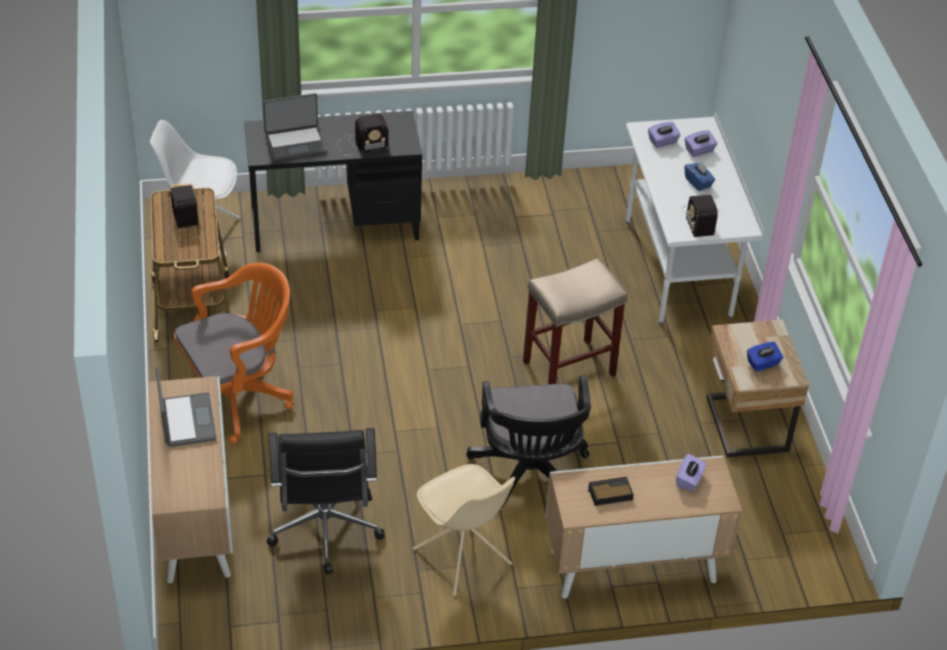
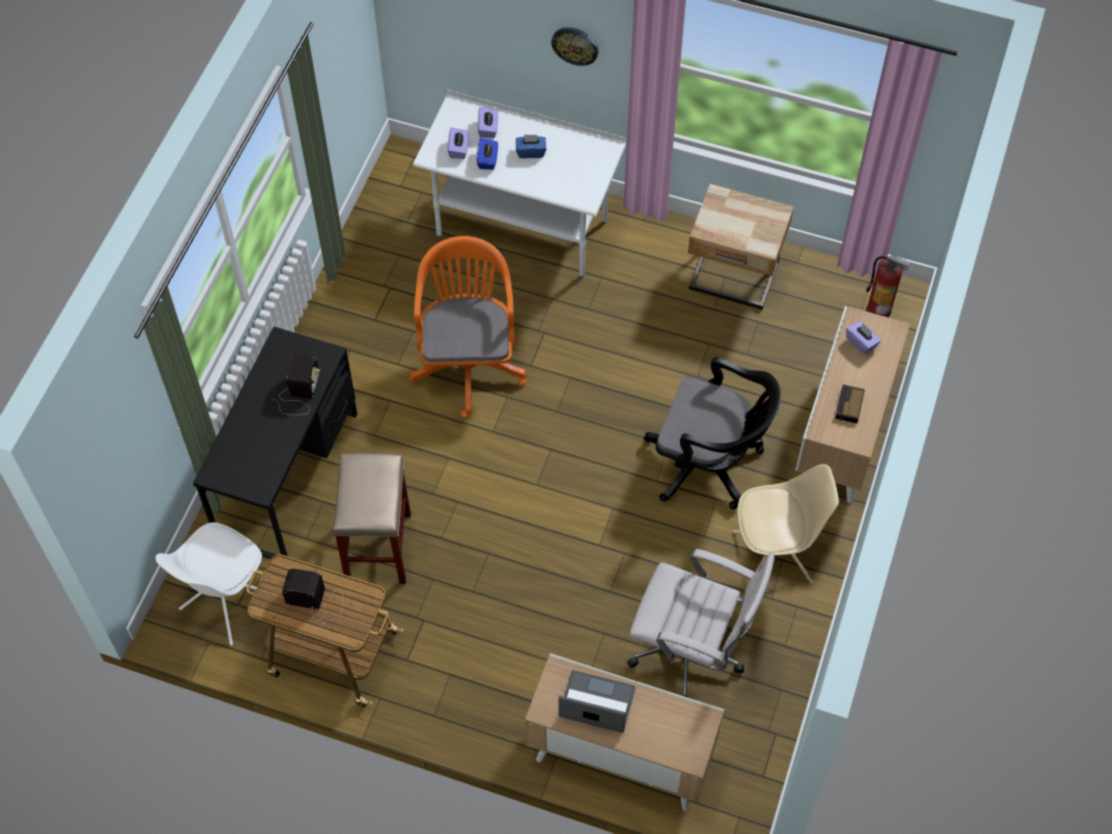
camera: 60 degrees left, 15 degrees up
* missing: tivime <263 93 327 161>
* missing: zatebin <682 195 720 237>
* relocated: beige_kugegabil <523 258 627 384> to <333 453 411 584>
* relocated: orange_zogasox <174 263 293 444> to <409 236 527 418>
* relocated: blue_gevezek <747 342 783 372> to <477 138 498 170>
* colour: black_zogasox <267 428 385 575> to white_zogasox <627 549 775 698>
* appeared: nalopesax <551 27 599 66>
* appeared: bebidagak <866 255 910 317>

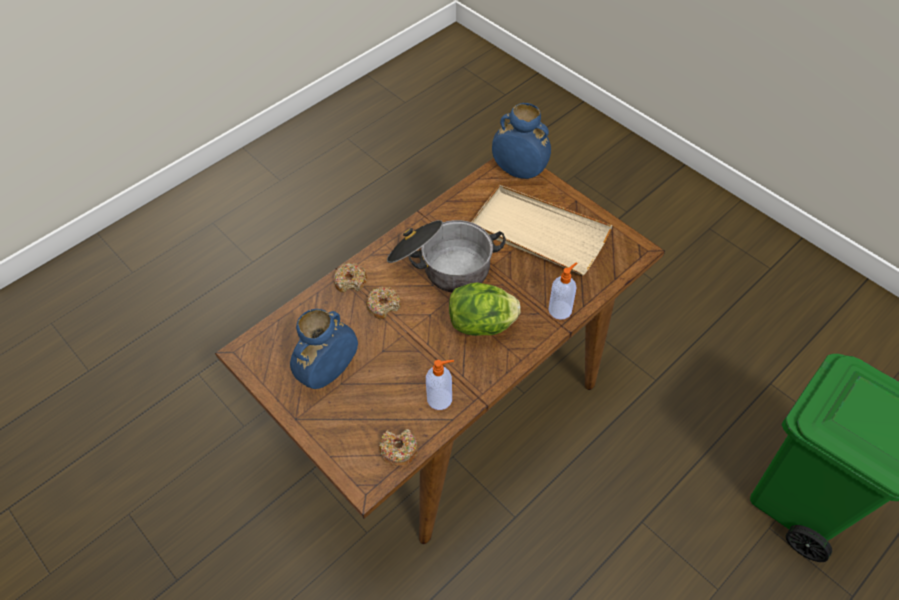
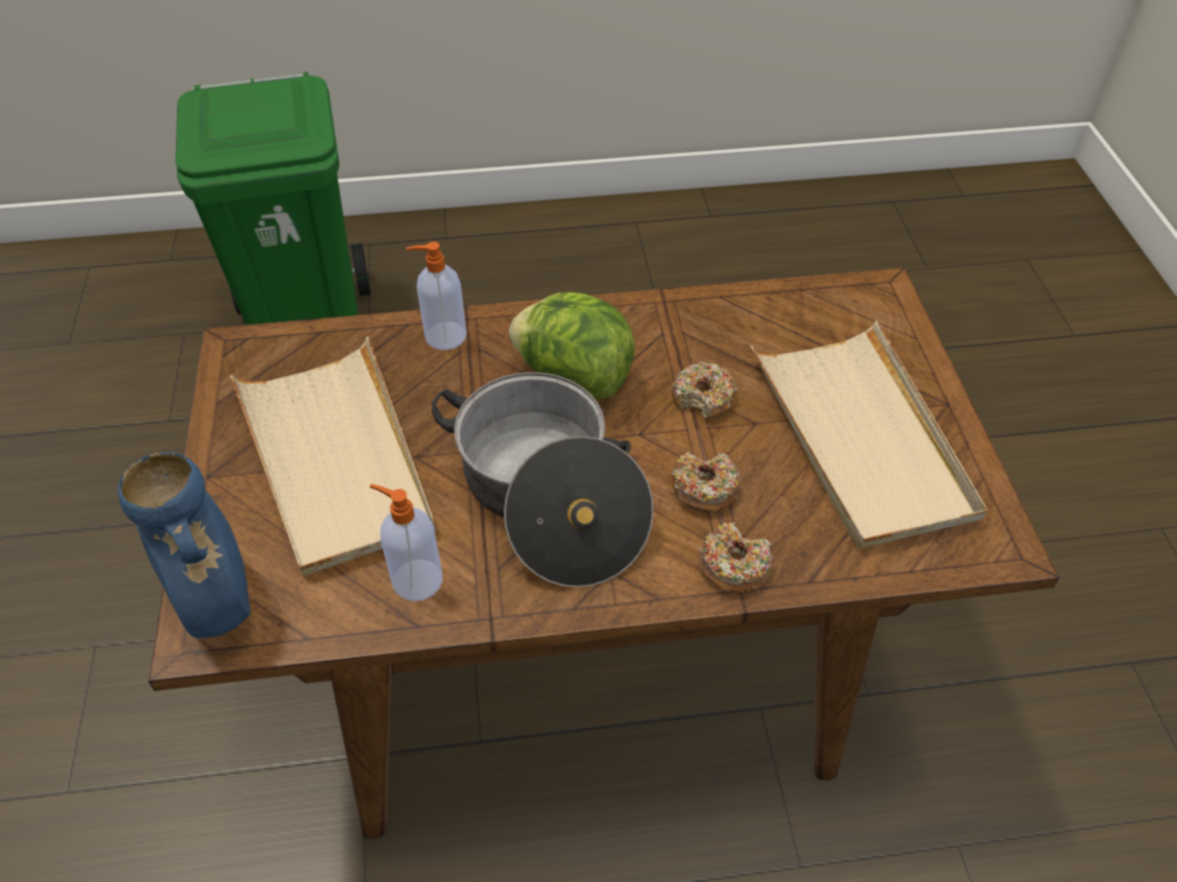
camera: 145 degrees left, 5 degrees down
* exchanged: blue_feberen <290 309 358 389> to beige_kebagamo <751 321 987 549>
* relocated: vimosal <426 360 454 410> to <370 484 443 601>
* relocated: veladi <379 429 418 466> to <672 362 738 419>

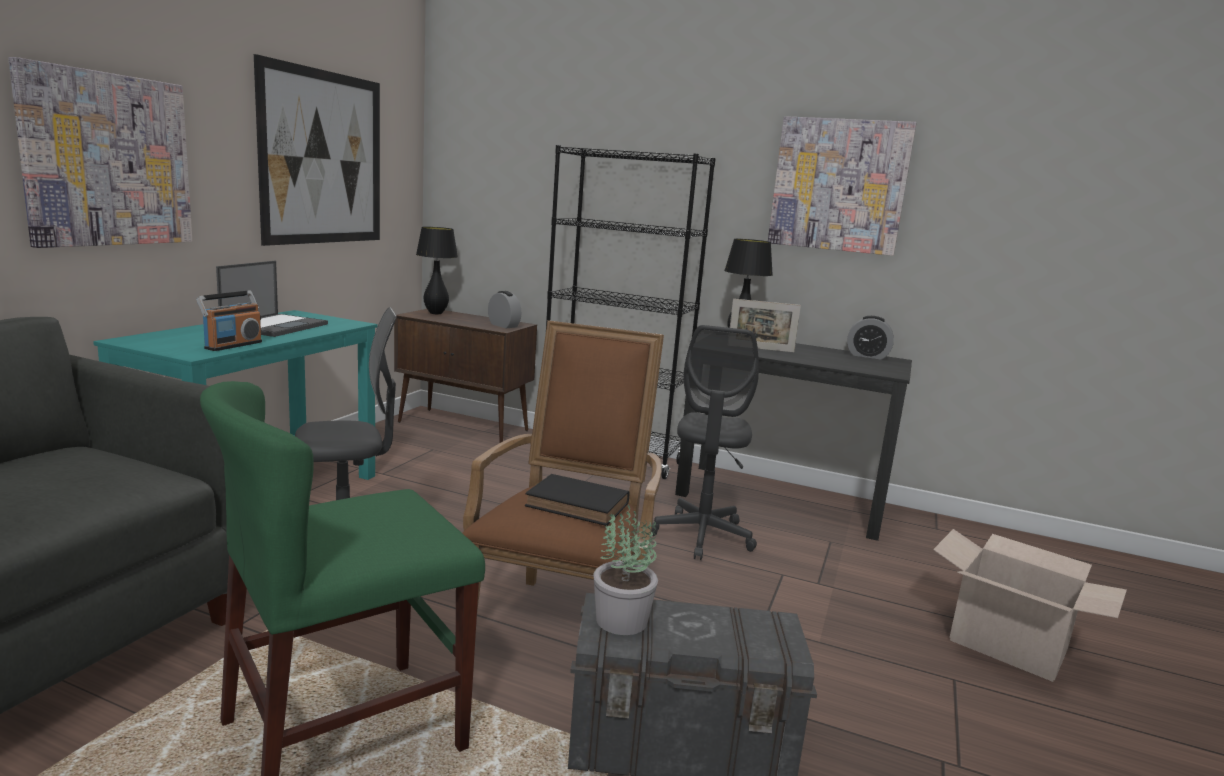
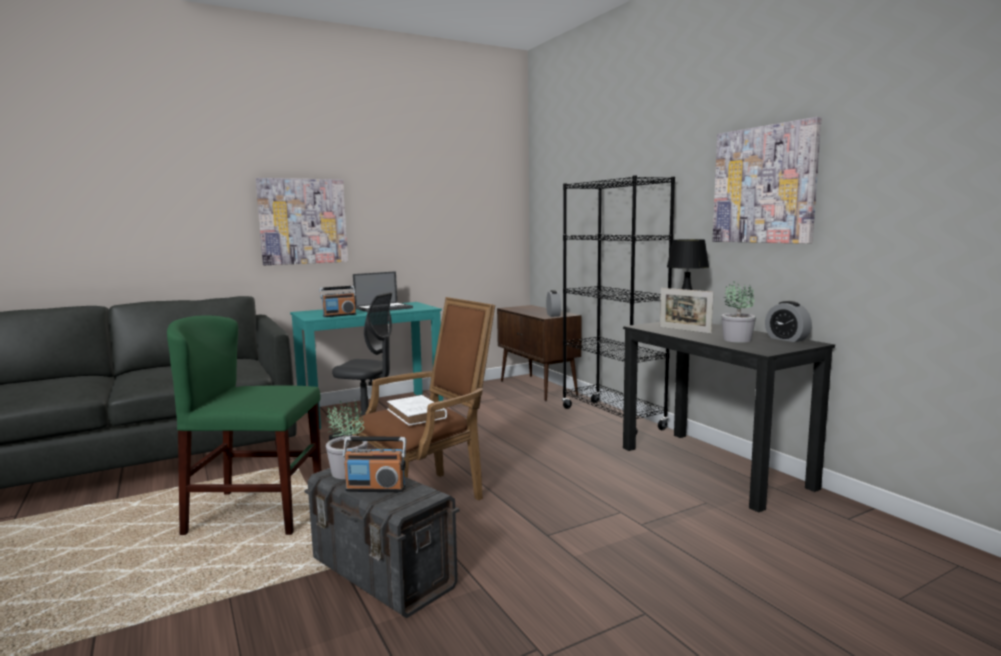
camera: 40 degrees right, 5 degrees down
* missing: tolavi <254 54 380 246>
* missing: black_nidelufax <416 227 458 314>
* missing: grey_zogasox <652 325 759 560>
* colour: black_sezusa <525 474 629 526> to white_sezusa <387 395 447 426>
* missing: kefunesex <933 529 1127 682>
* appeared: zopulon <721 281 756 343>
* appeared: zatebin <343 436 406 492>

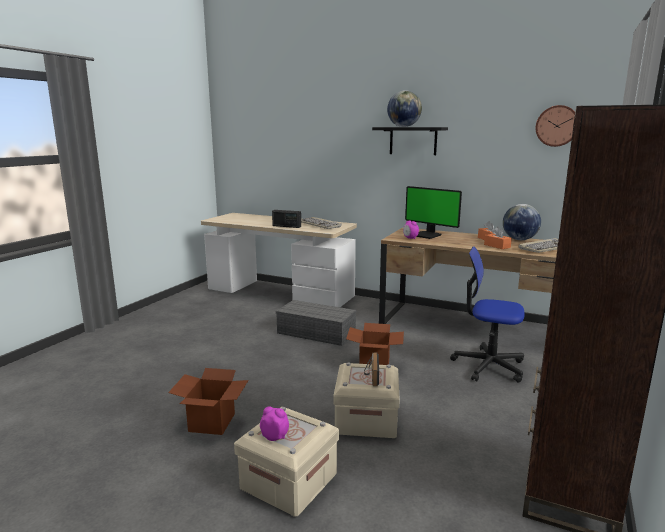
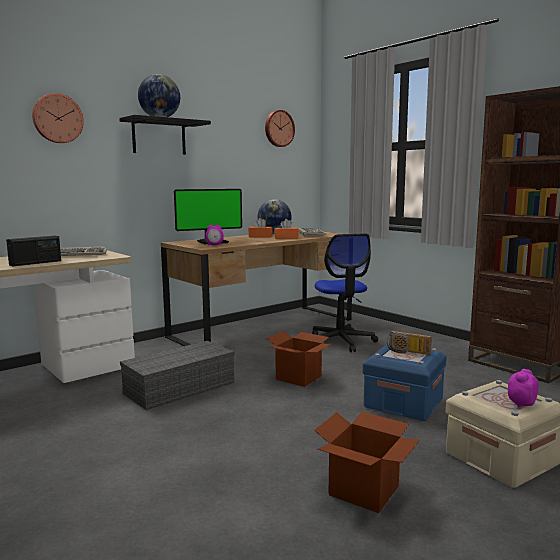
camera: 65 degrees left, 5 degrees down
* spun: zogasox <450 246 525 382> = <312 233 378 352> 60 degrees counterclockwise
* colour: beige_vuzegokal <333 362 400 438> to blue_vuzegokal <363 343 447 421>
* appeared: nalopesax <32 93 84 143>

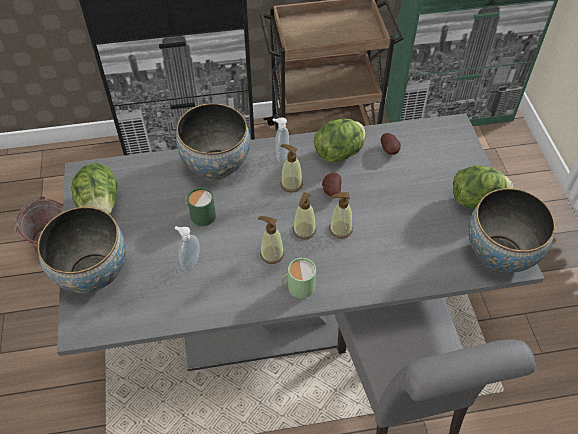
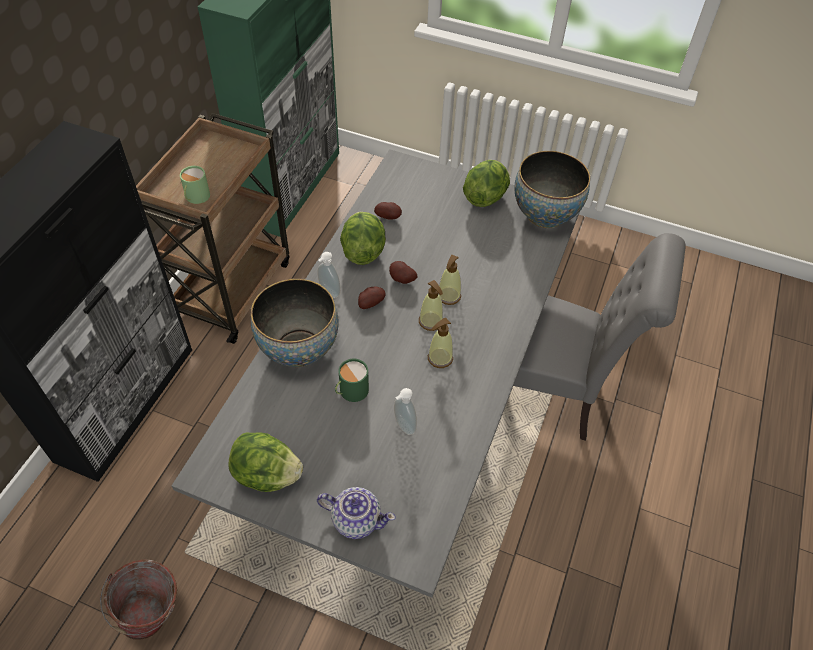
camera: 60 degrees left, 0 degrees up
* exchanged: vimosal <281 144 303 192> to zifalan <358 287 386 309>
* exchanged: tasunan <38 207 126 293> to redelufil <317 487 396 539>
* relocated: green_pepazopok <281 258 316 299> to <180 166 210 204>

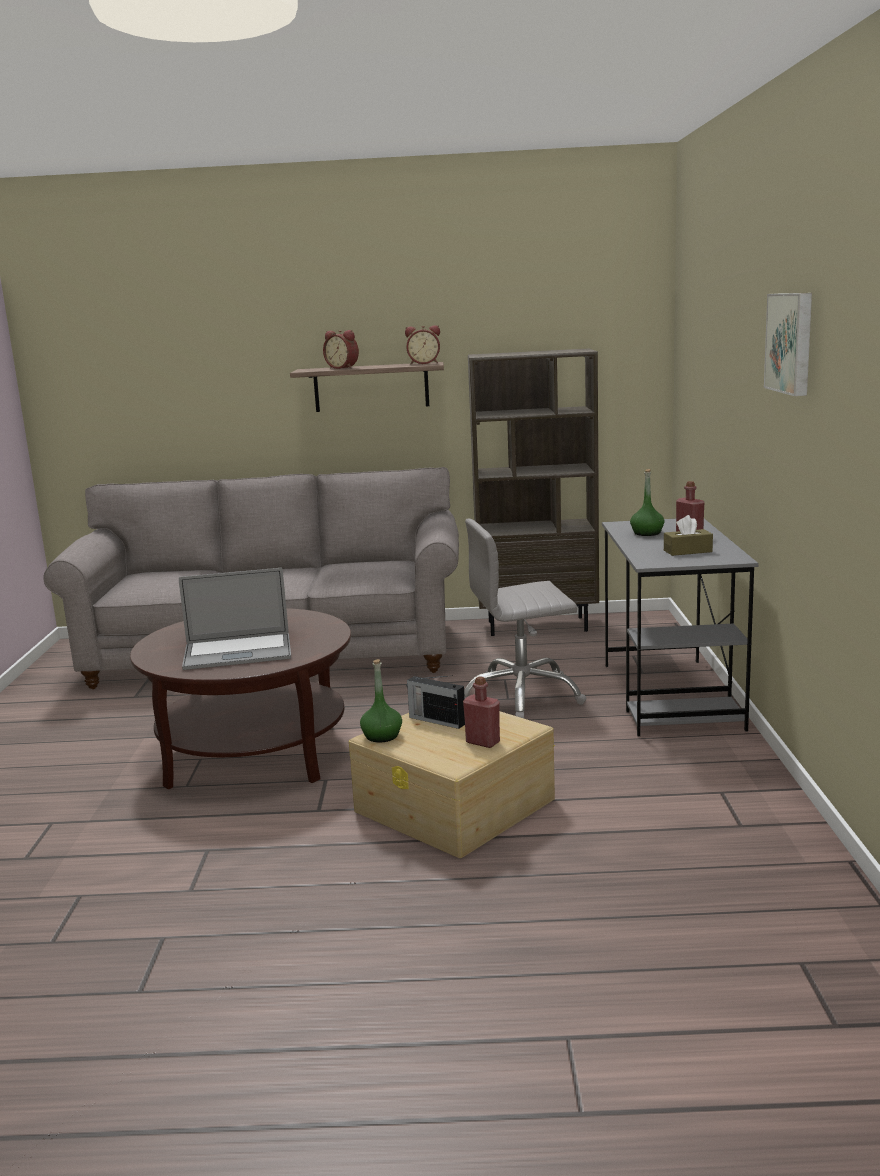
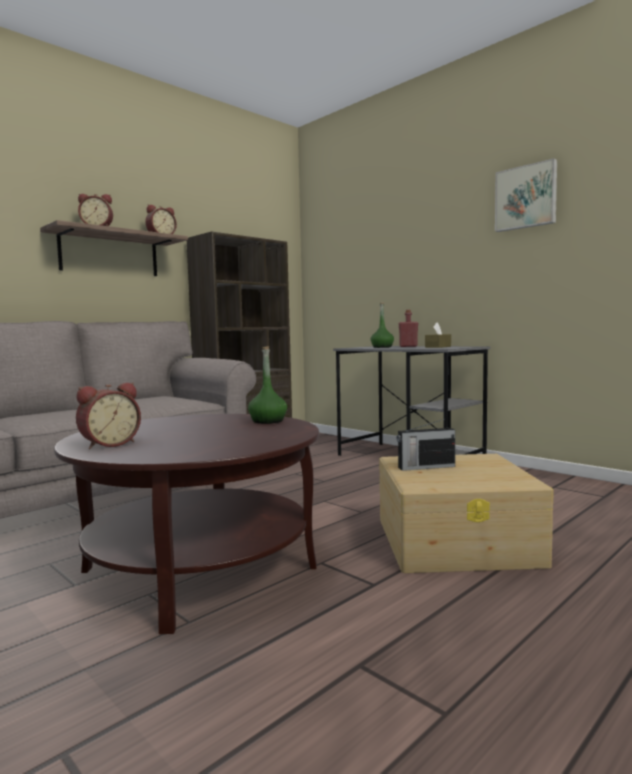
camera: 45 degrees left, 10 degrees down
* missing: grey_zogasox <464 519 587 718>
* missing: tivime <179 568 291 670>
* relocated: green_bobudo <360 659 402 742> to <248 346 287 424>
* missing: red_bobudo <463 676 500 748>
* appeared: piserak <76 382 141 449>

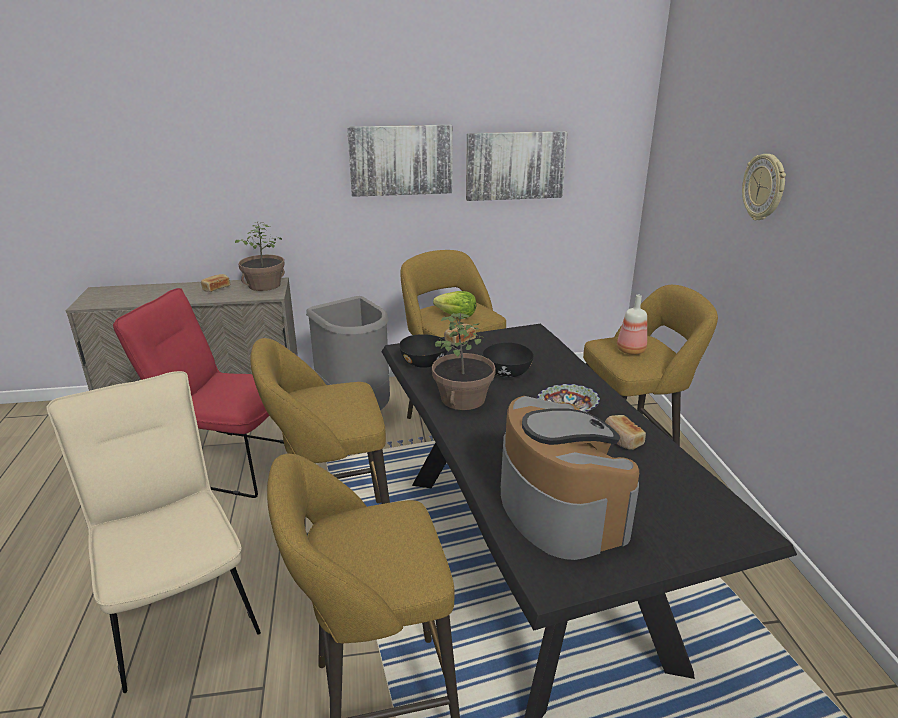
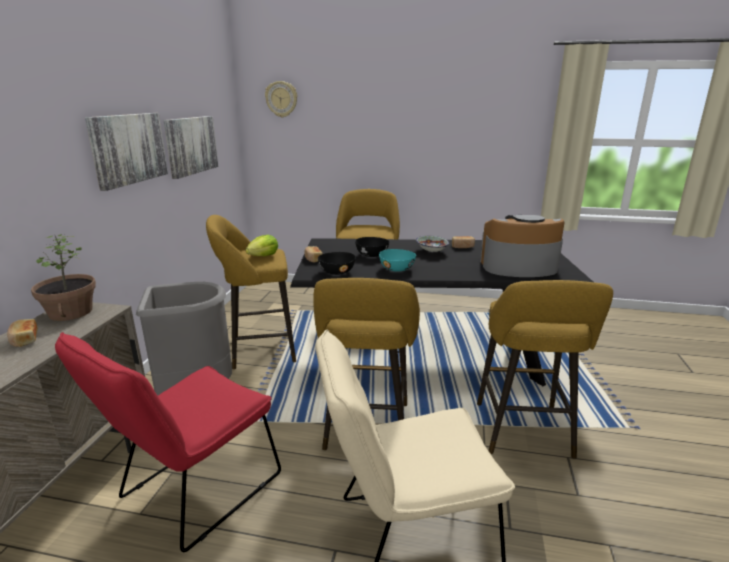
camera: 70 degrees left, 5 degrees down
* relocated: nalopesax <742 154 786 220> to <265 81 297 117>
* missing: bobudo <617 295 647 355>
* exchanged: zopulon <432 313 496 410> to turquoise_tasunan <379 249 416 272>

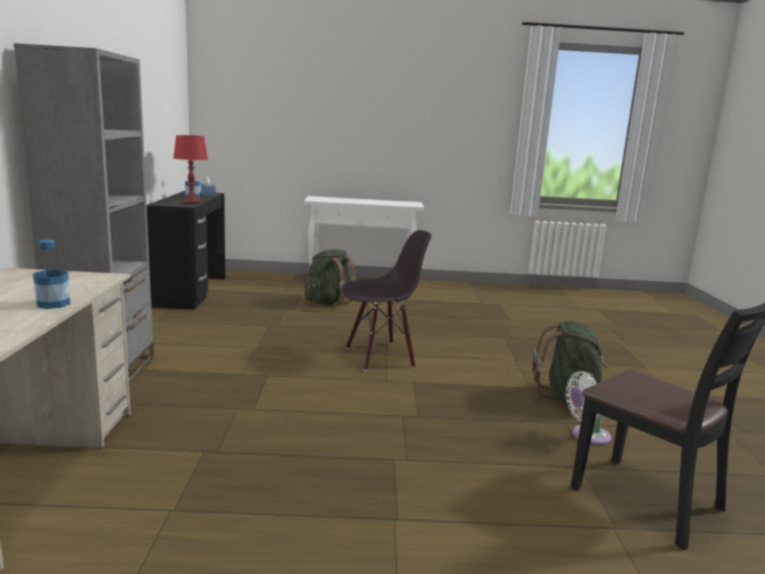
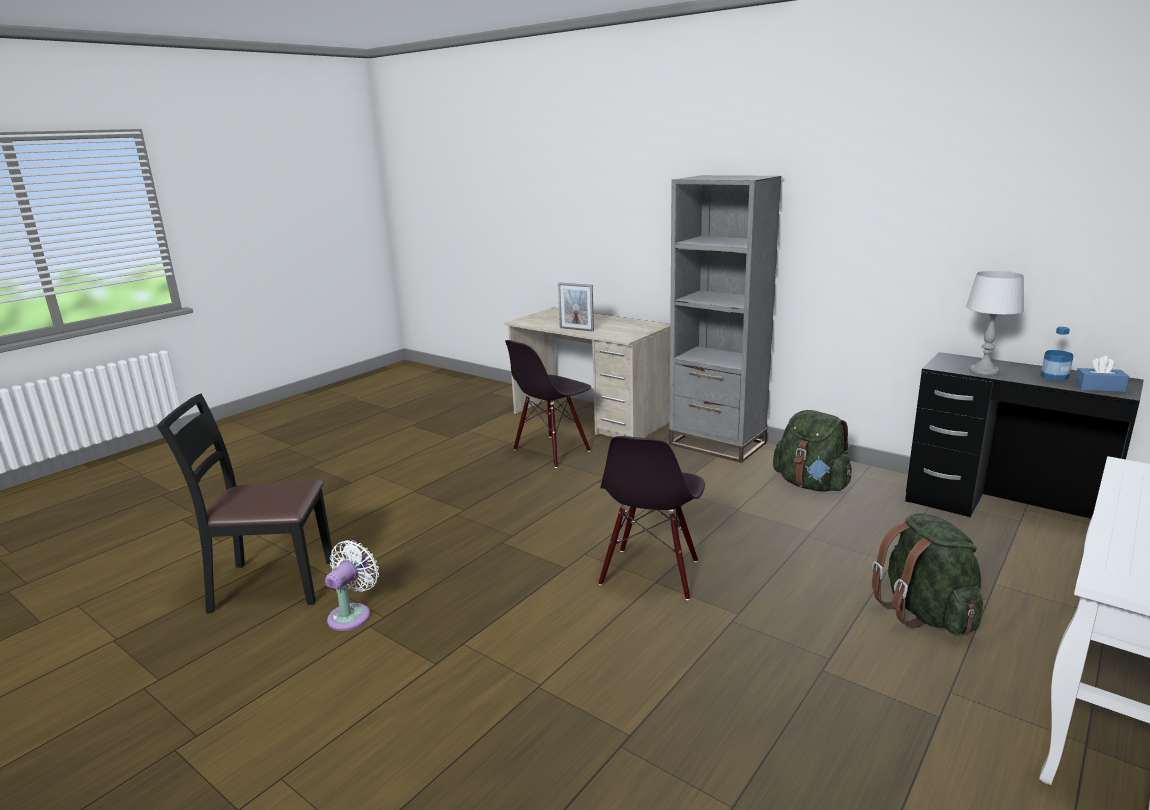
camera: 130 degrees right, 5 degrees up
* colour: red_nidelufax <173 135 208 203> to grey_nidelufax <966 271 1024 376>
* exchanged: bobudo <33 239 71 309> to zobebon <558 283 594 332>
* relocated: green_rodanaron <532 321 609 407> to <773 410 852 492>
* appeared: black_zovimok <505 340 591 468>

